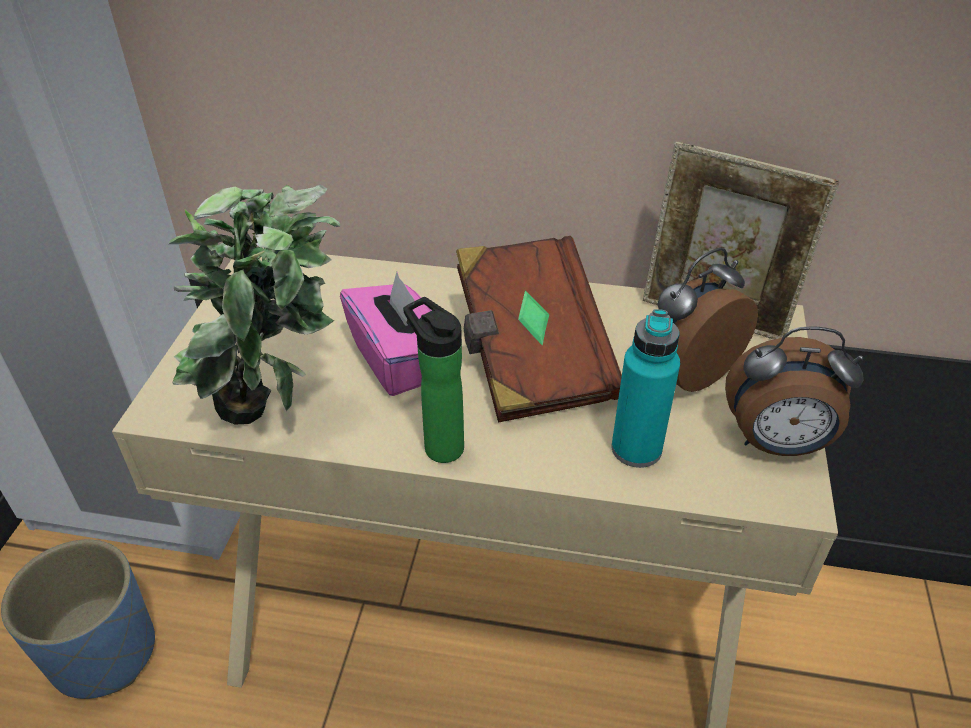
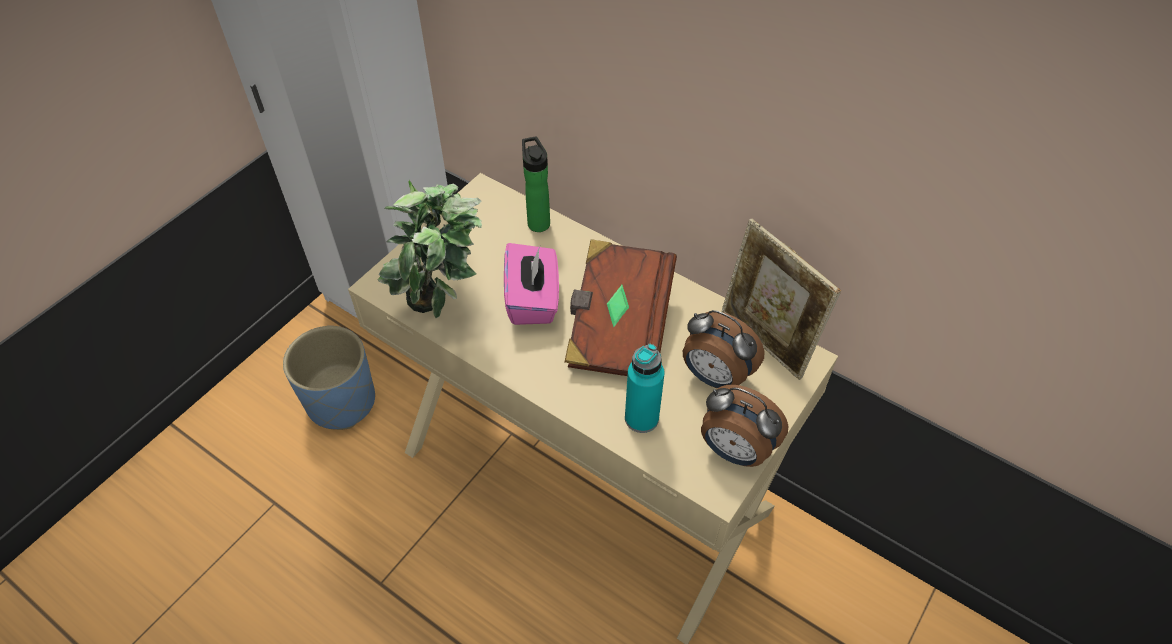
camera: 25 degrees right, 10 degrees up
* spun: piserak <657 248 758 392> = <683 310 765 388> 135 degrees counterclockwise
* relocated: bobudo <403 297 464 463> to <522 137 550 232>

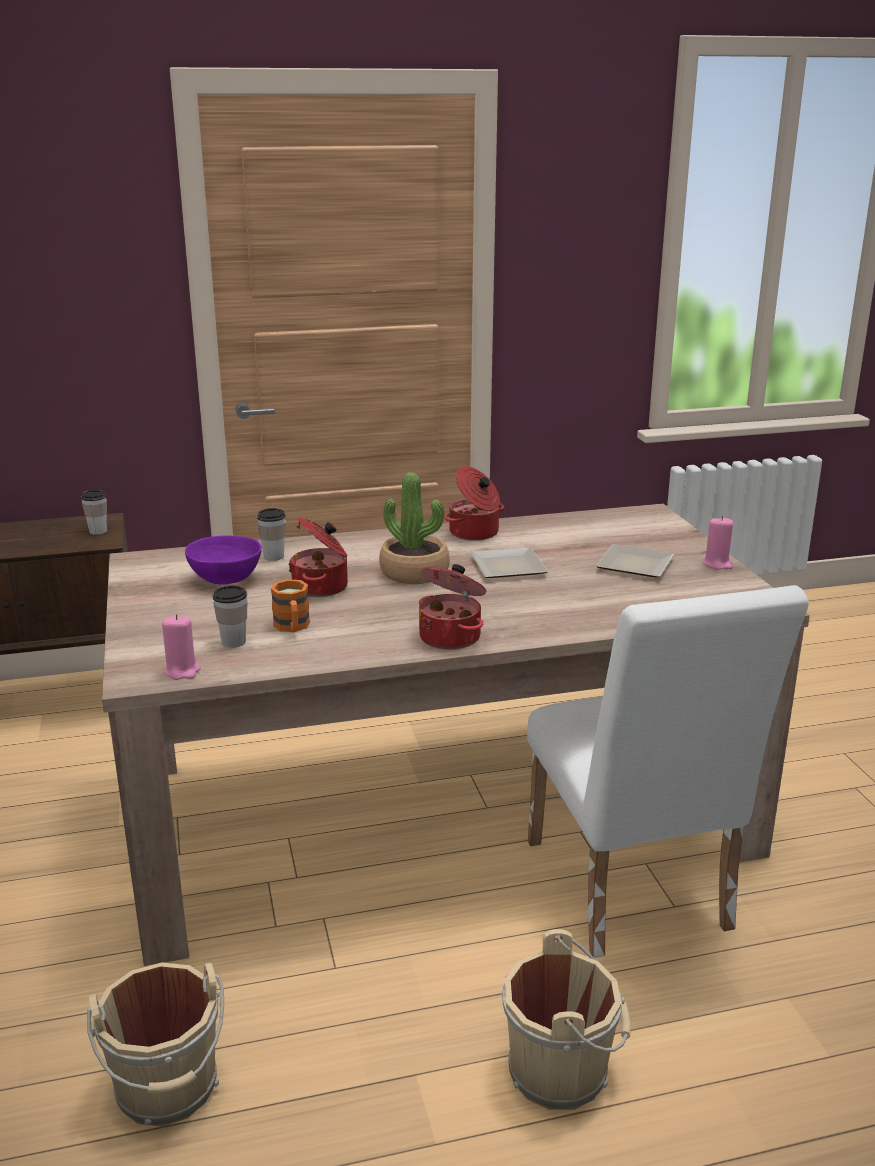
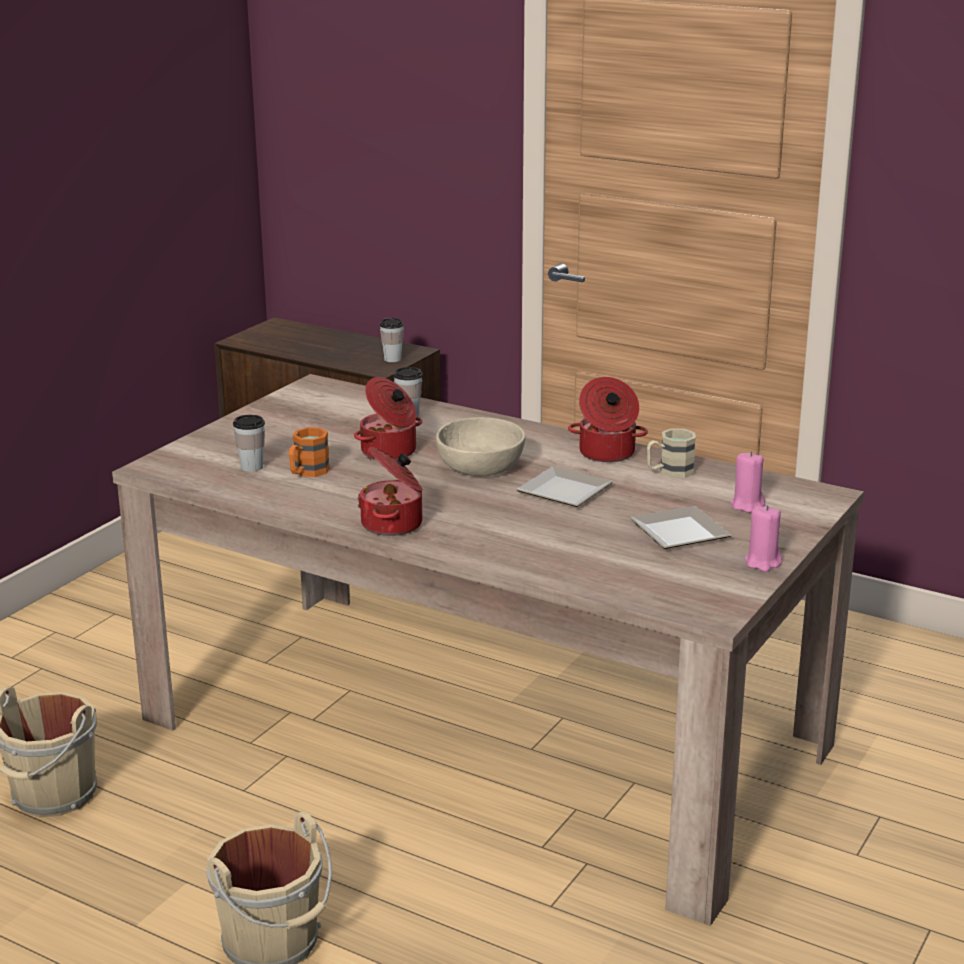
camera: 45 degrees right, 0 degrees up
* exchanged: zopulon <379 472 450 584> to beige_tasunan <436 417 525 476>
* missing: purple_tasunan <185 535 262 585>
* missing: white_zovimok <527 585 809 958>
* relocated: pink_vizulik <162 614 201 680> to <730 451 765 513>
* appeared: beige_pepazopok <647 428 696 478>

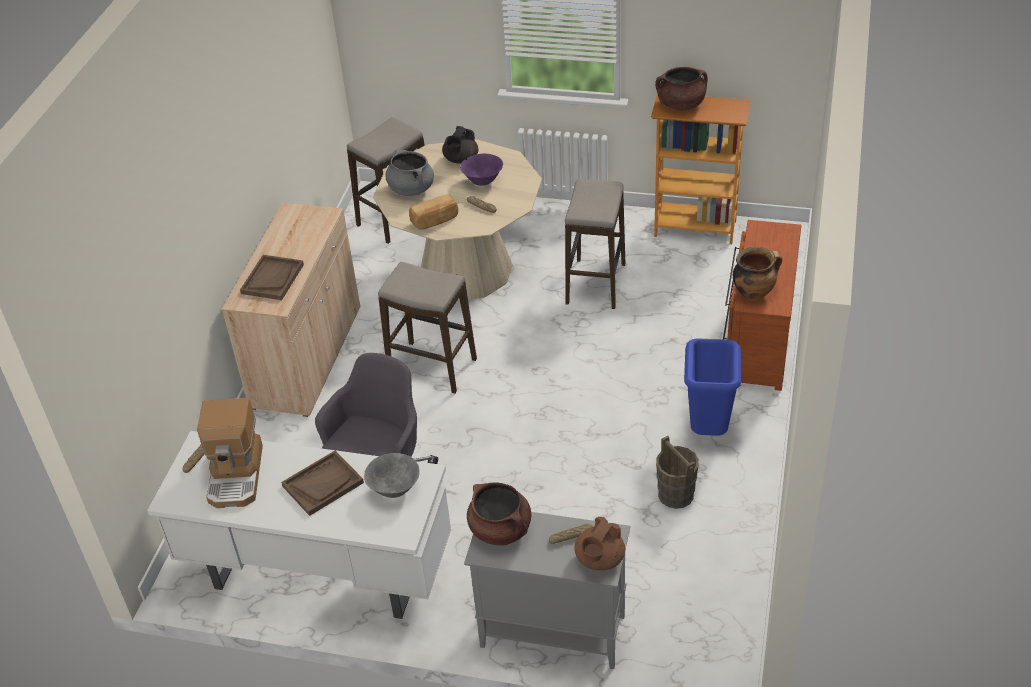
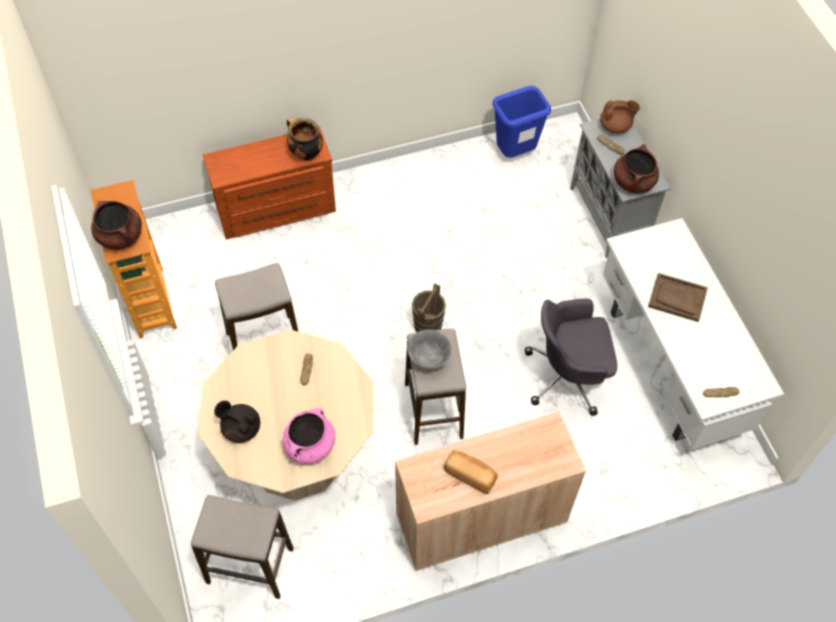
camera: 125 degrees left, 15 degrees up
* spun: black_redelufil <442 126 478 164> = <214 401 260 443> 150 degrees counterclockwise
* colour: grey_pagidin <385 149 434 196> to pink_pagidin <282 408 335 465>
* missing: purple_tasunan <460 154 503 186>
* relocated: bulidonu <409 194 458 230> to <444 450 498 494>
* missing: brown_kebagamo <240 255 304 300>
* relocated: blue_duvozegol <684 339 741 436> to <493 86 551 158>
* missing: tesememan <197 398 263 508>
* relocated: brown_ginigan <656 436 699 509> to <412 283 446 332>
* relocated: grey_tasunan <364 453 420 498> to <407 329 452 368>

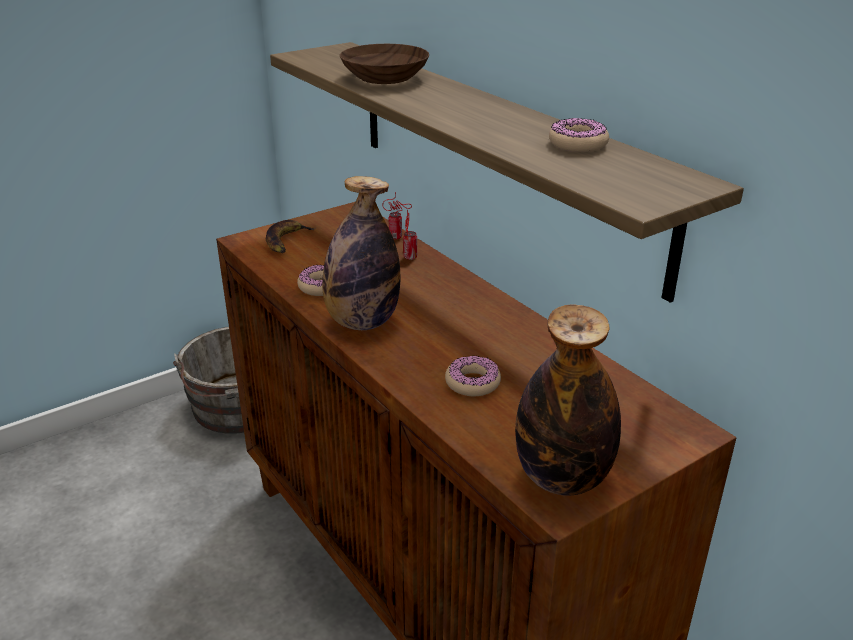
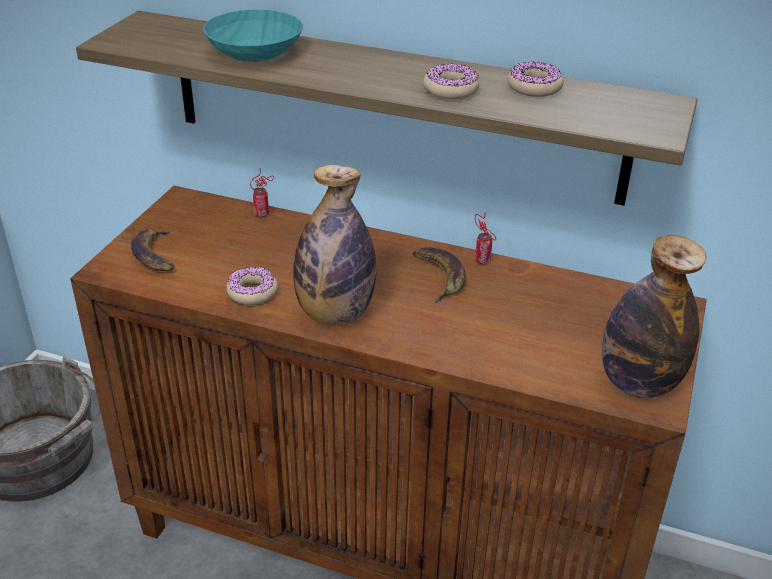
camera: 35 degrees left, 5 degrees up
* colour: brown_tasunan <340 44 429 84> to turquoise_tasunan <203 9 303 62>
* relocated: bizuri <403 210 417 260> to <475 212 496 264>
* relocated: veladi <445 355 501 396> to <423 63 479 99>
* appeared: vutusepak <412 247 465 302>

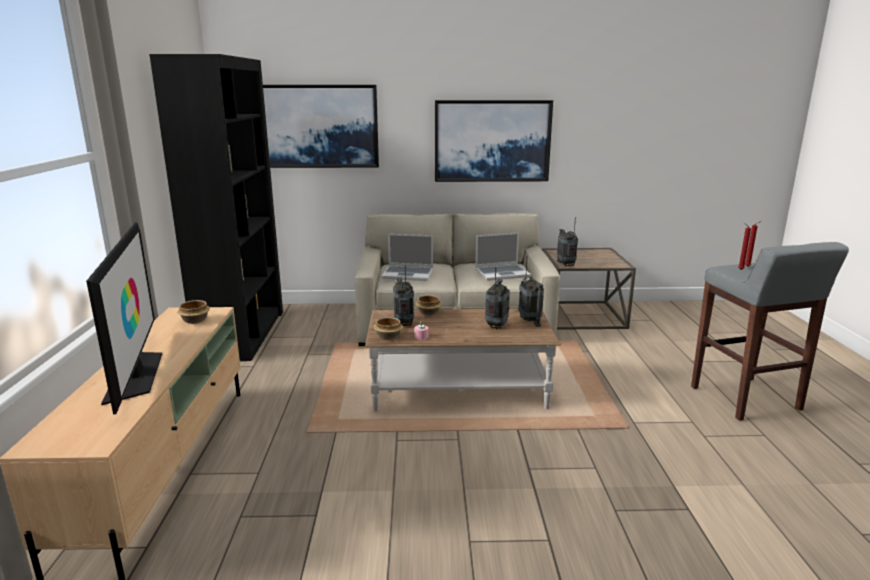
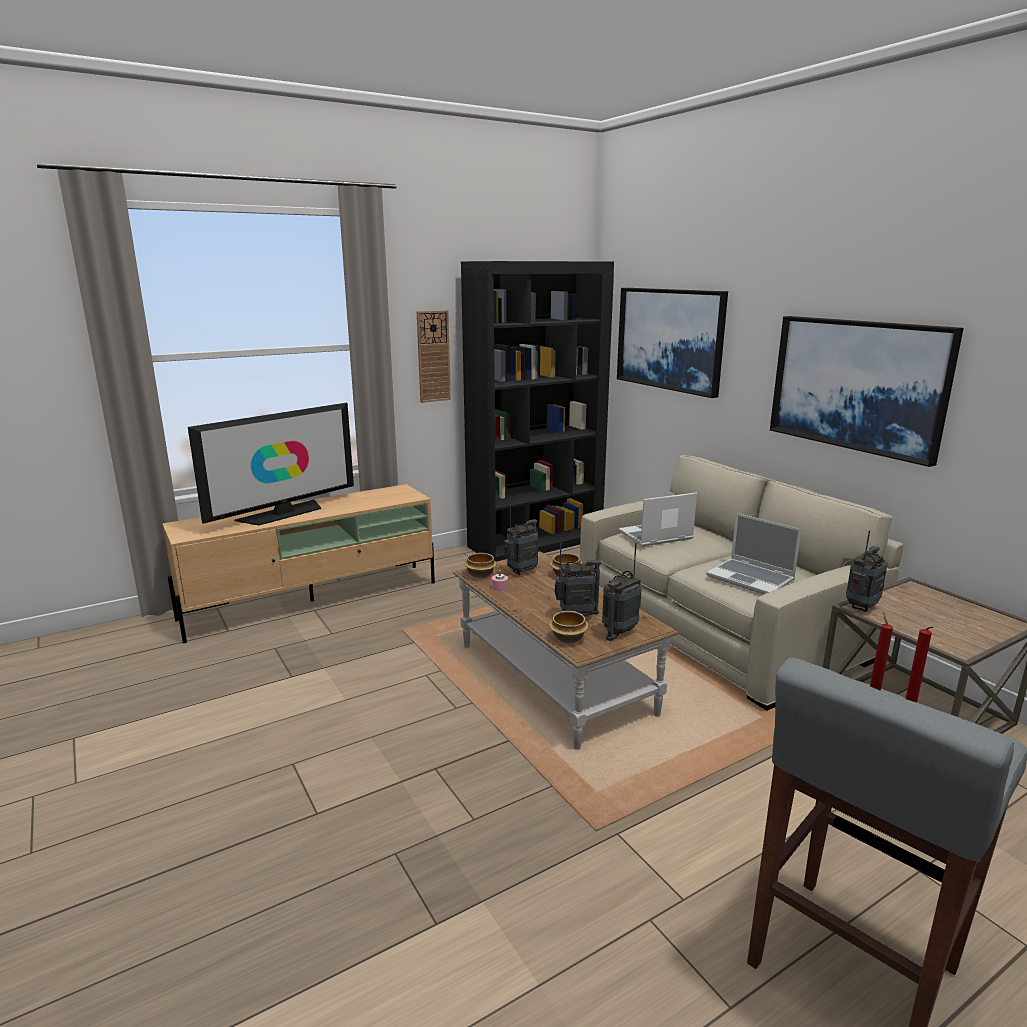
camera: 60 degrees right, 0 degrees up
* spun: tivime <381 234 433 281> = <619 492 697 547> 90 degrees clockwise
* relocated: tasunan <177 300 210 324> to <549 611 588 643>
* appeared: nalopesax <417 310 451 403>

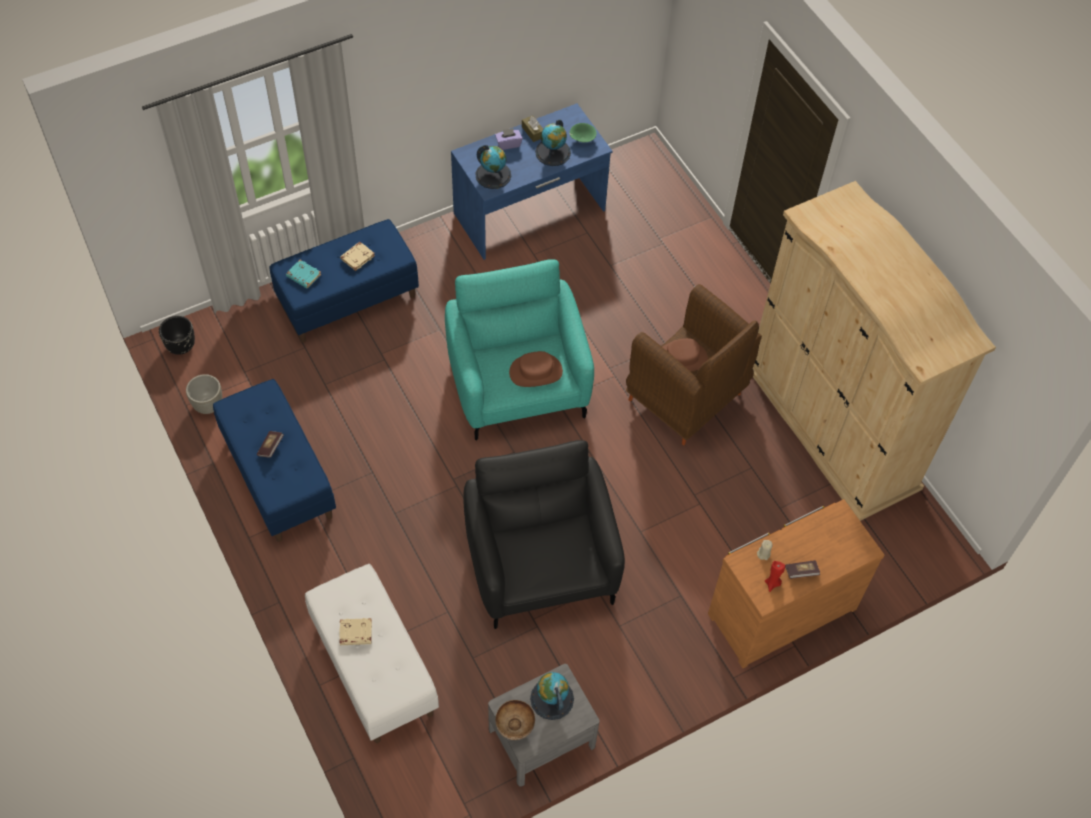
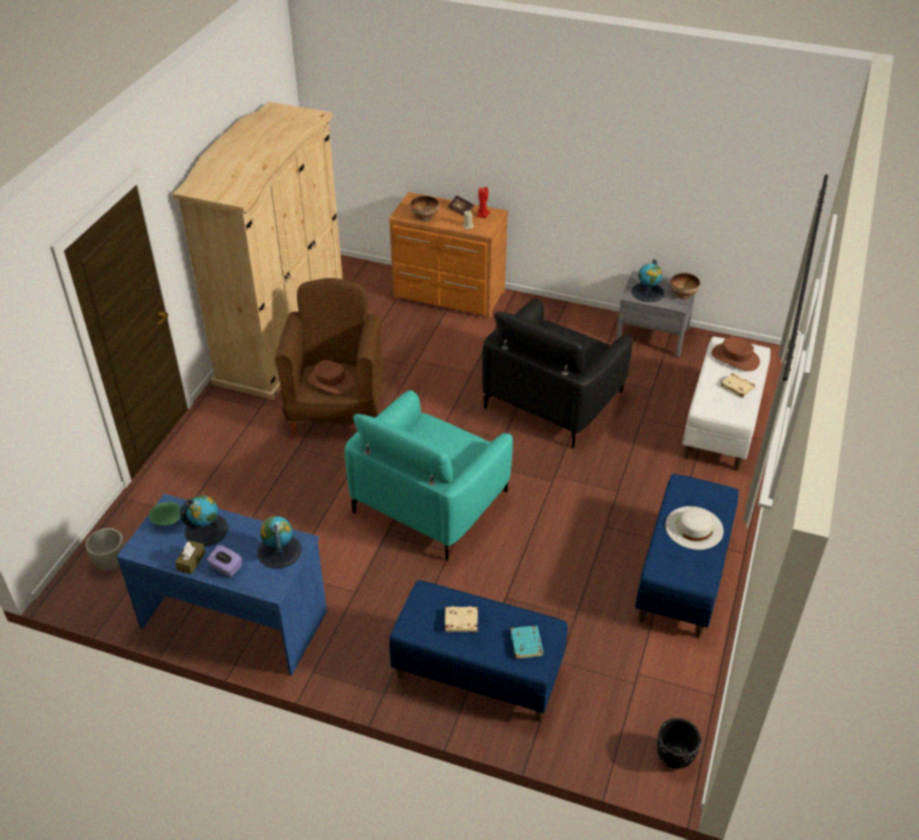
camera: 130 degrees left, 15 degrees down
* relocated: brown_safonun <509 351 563 387> to <711 337 760 371>
* relocated: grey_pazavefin <186 374 222 414> to <86 528 125 570>
* exchanged: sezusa <257 431 284 458> to white_safonun <665 506 724 550>
* appeared: tasunan <410 196 439 222>

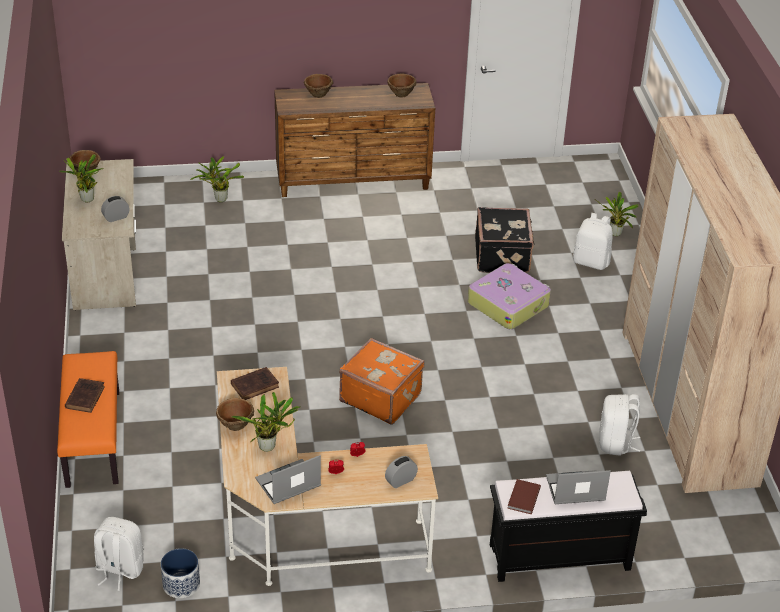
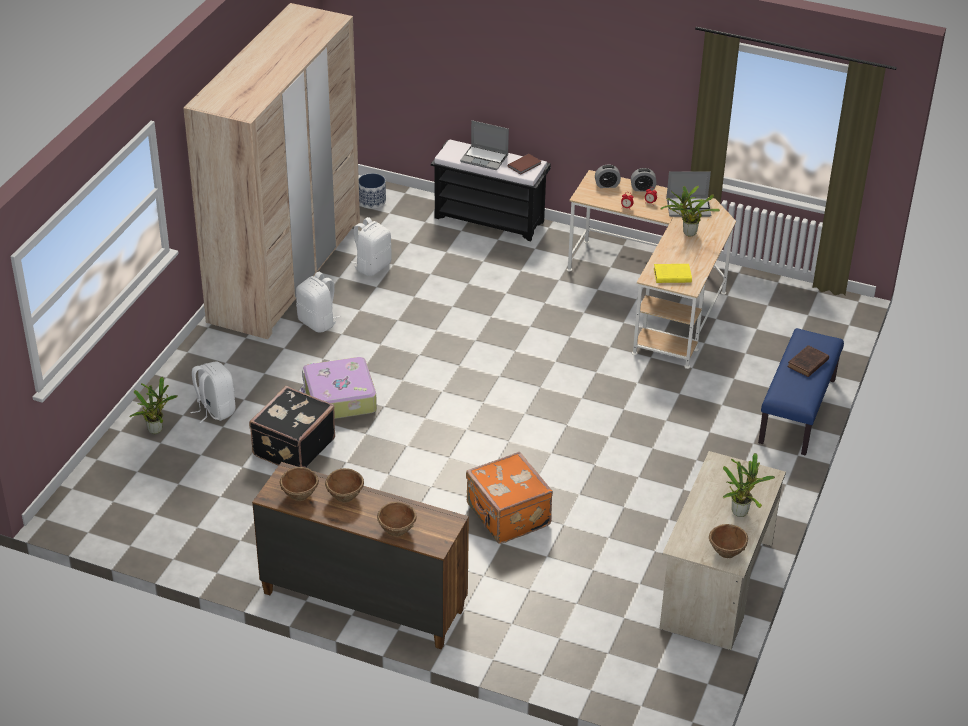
camera: 150 degrees left, 0 degrees up
* missing: zopulon <191 156 244 202>
* relocated: piserak <101 196 129 222> to <631 168 656 191>
* relocated: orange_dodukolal <339 338 425 425> to <466 452 553 544>
* colour: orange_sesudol <57 351 119 488> to blue_sesudol <758 328 844 456>
* colour: brown_sezusa <231 367 279 400> to yellow_sezusa <654 264 692 283>
* relocated: brown_tasunan <216 398 254 431> to <325 468 364 503>
* relocated: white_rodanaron <94 517 144 591> to <296 272 340 333>
* relocated: pazavefin <161 548 200 598> to <359 173 386 209>

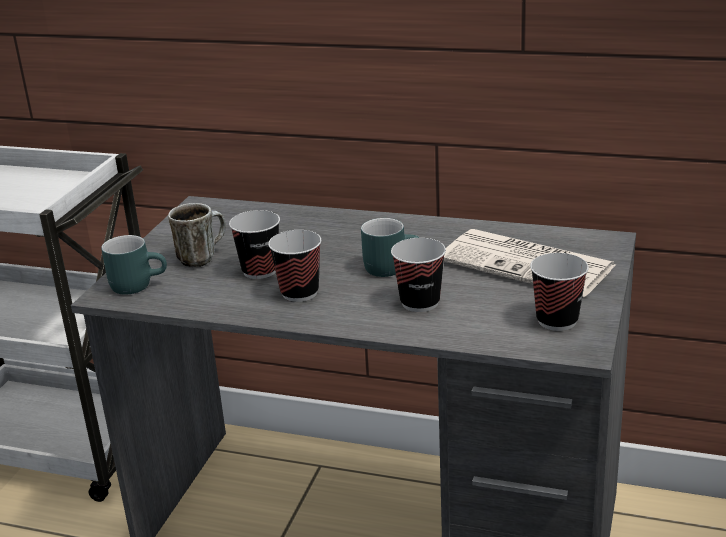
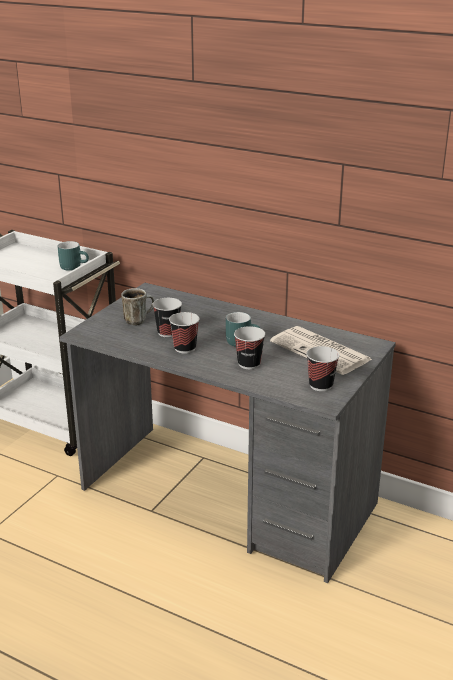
camera: 10 degrees right, 0 degrees up
* relocated: turquoise_pepazopok <101 235 167 295> to <57 241 89 271>

